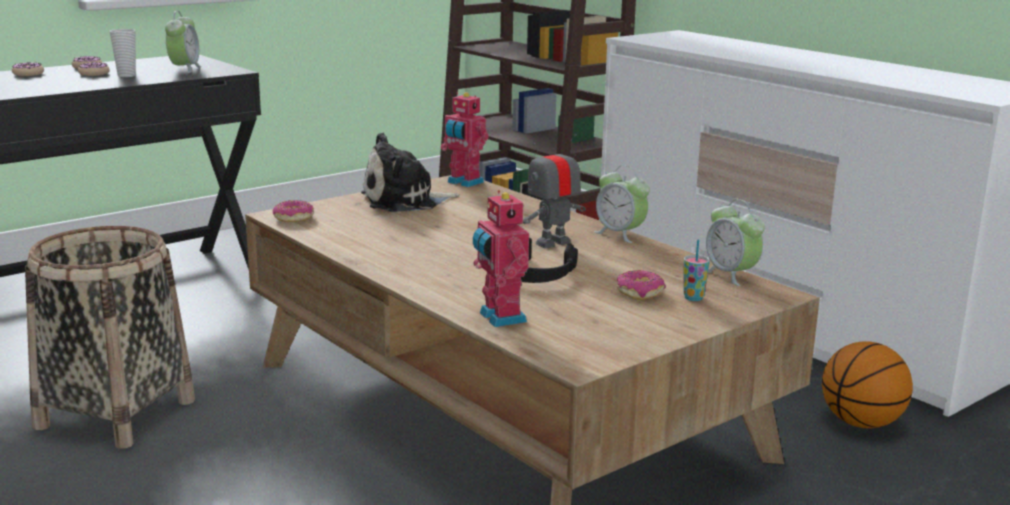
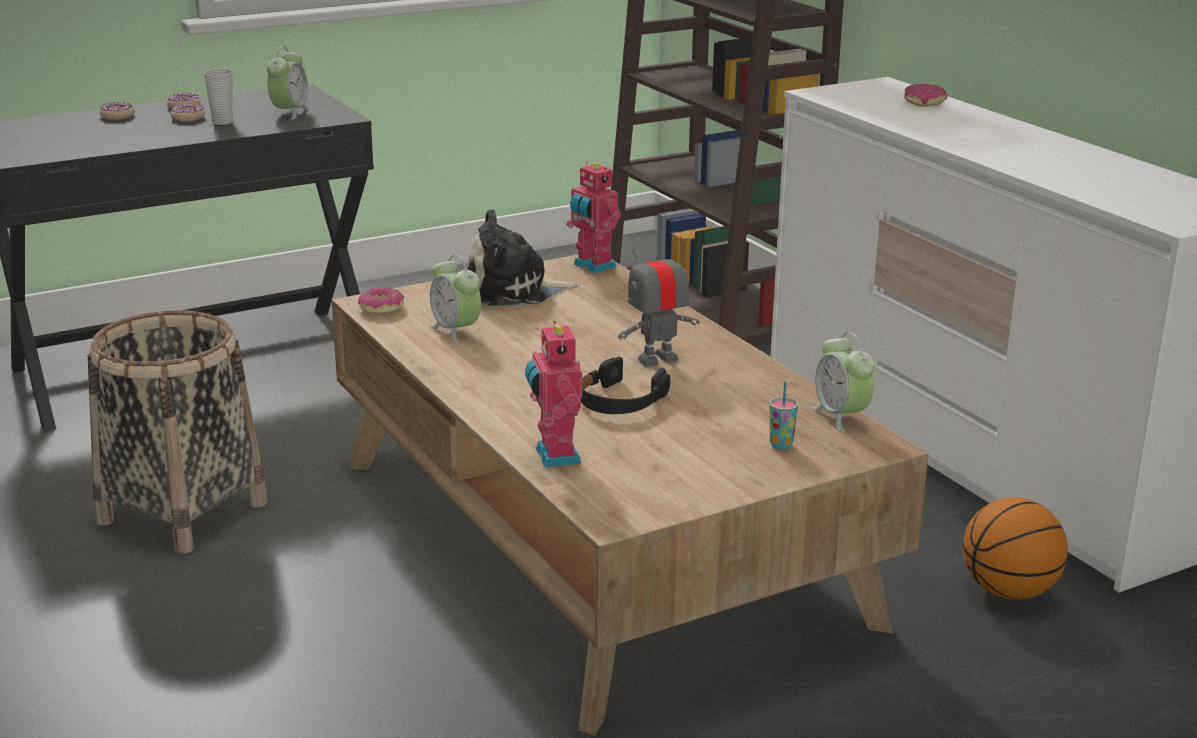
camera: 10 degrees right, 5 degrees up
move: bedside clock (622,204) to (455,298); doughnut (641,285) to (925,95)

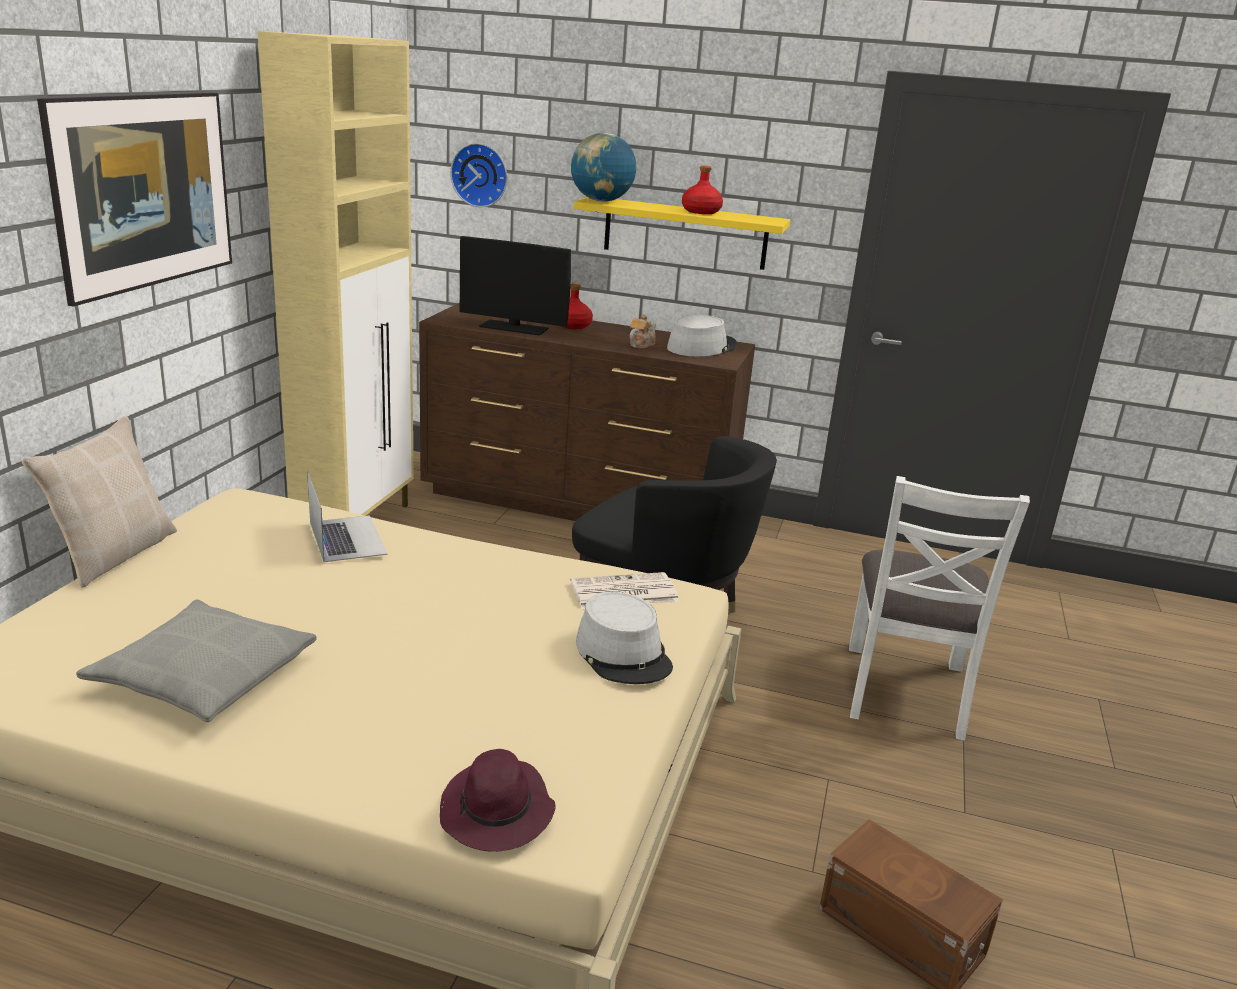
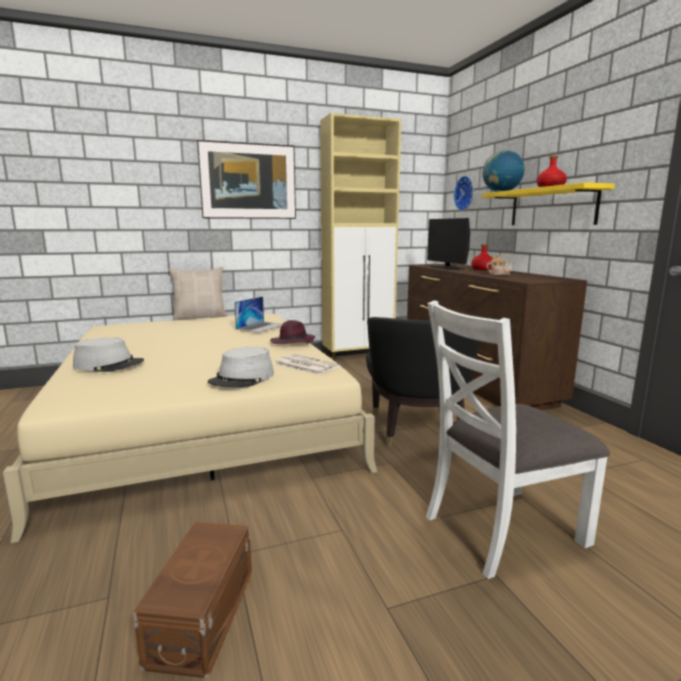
camera: 55 degrees right, 10 degrees down
delete: gray cushion (196,660)
move: gray hat (702,335) to (108,354); purplish hat (497,800) to (292,332)

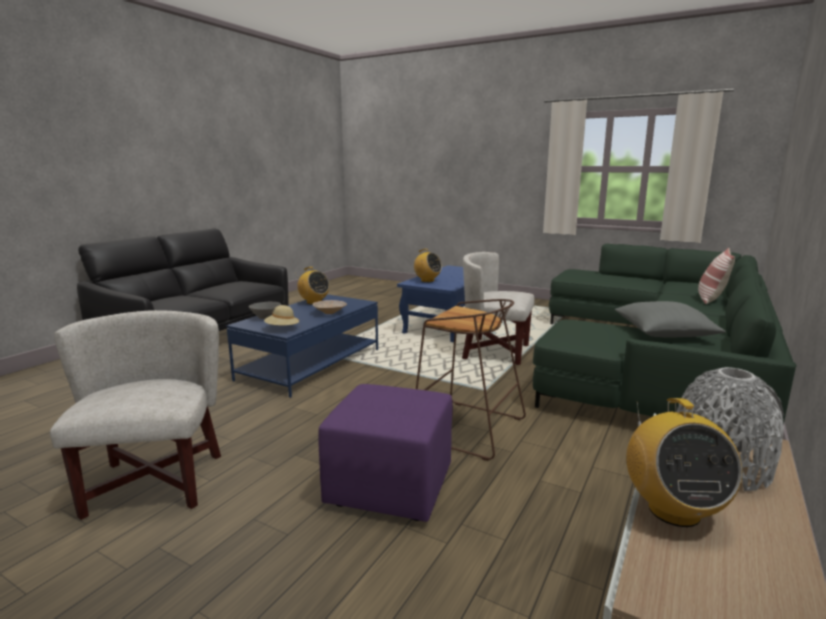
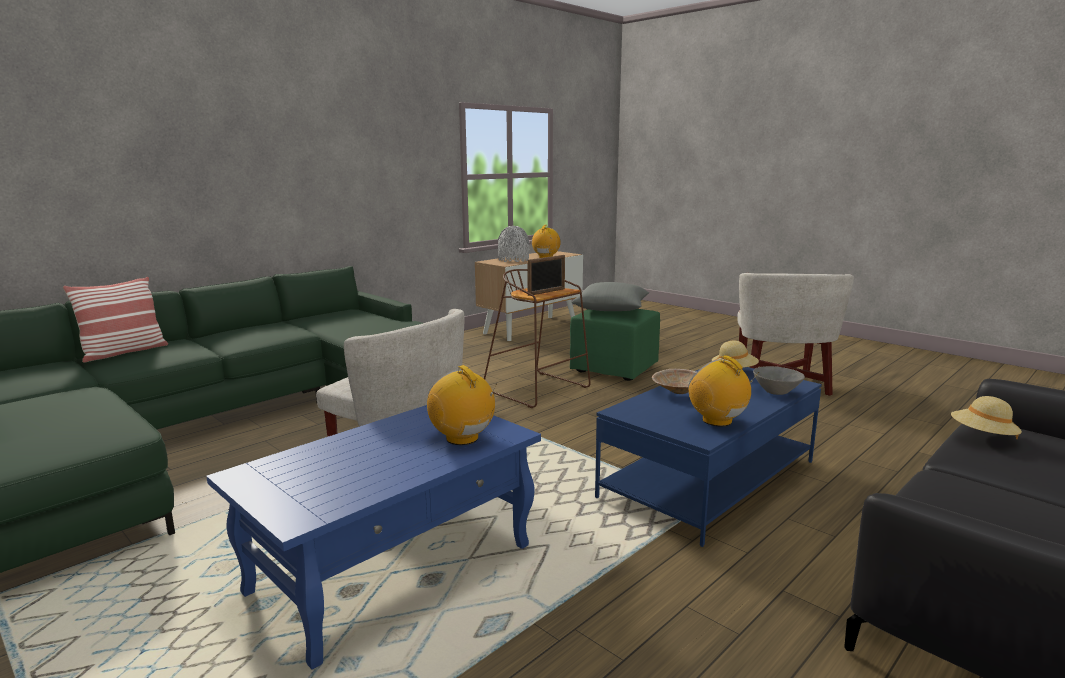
camera: 165 degrees left, 0 degrees up
insert: photo frame (546,275); beige hat (986,417)
move: gray cushion (670,319) to (610,296)
recolor: purplish footrest (385,453) to greenish footrest (615,345)

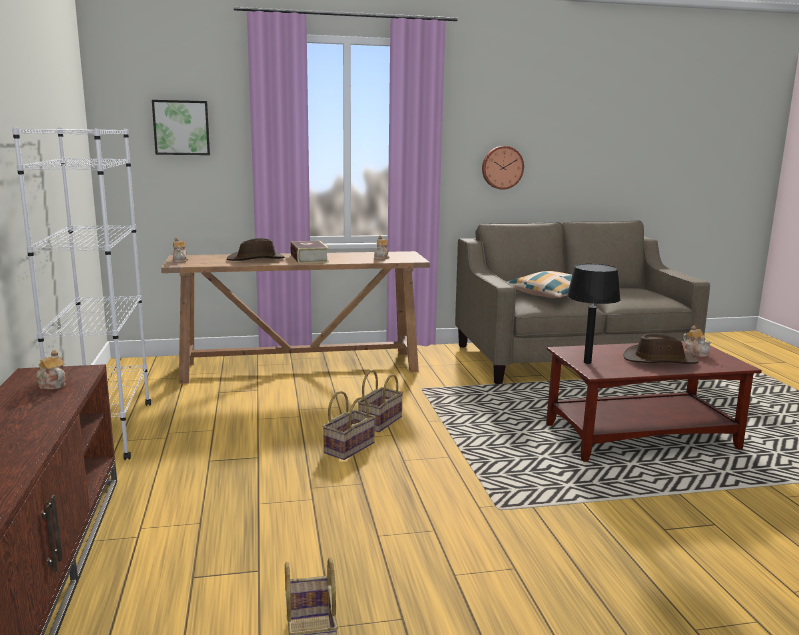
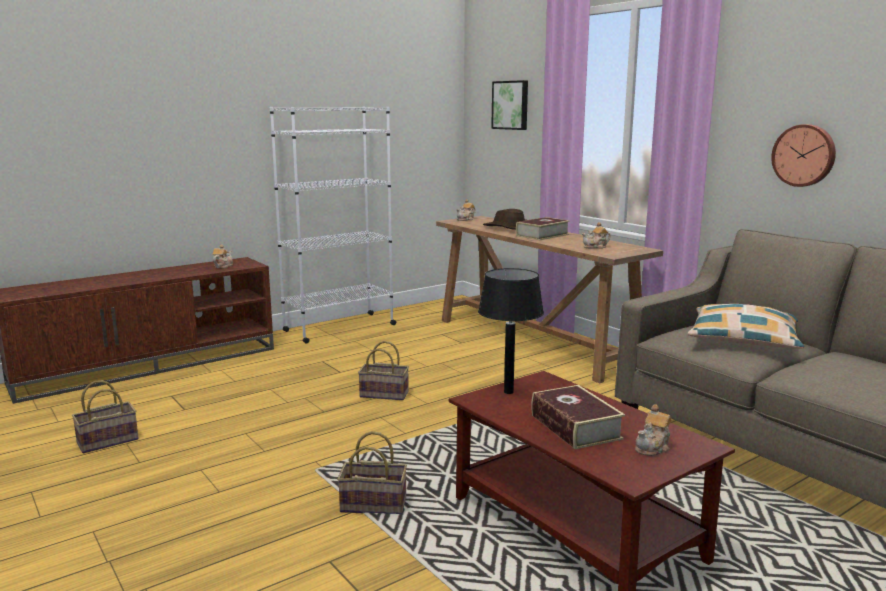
camera: 65 degrees right, 0 degrees up
move: storage basket (380,401) to (372,472)
replace: brown-coloured hat (661,349) to book (578,417)

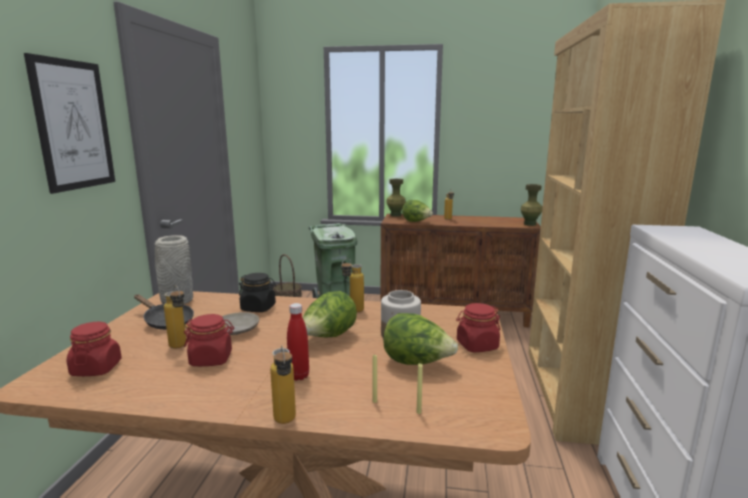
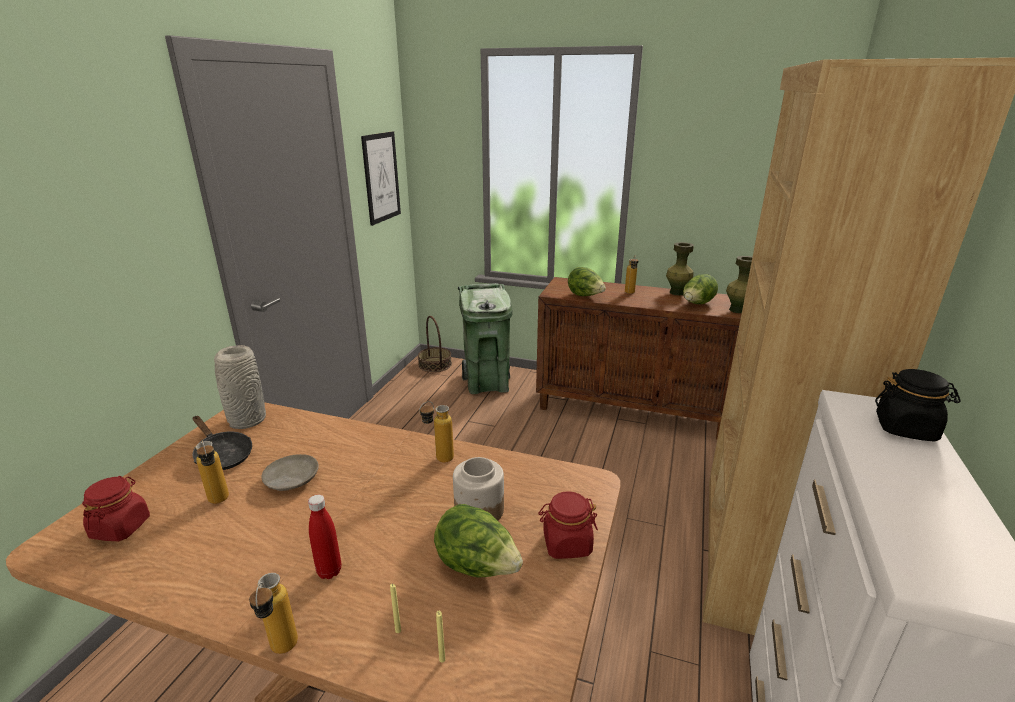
camera: 10 degrees right, 10 degrees up
delete: red-coloured storage jar (209,340)
move: picture (69,123) to (381,178); greenish decorative vase (396,198) to (680,268); black-coloured storage jar (257,292) to (918,405); head of lettuce (330,314) to (700,289)

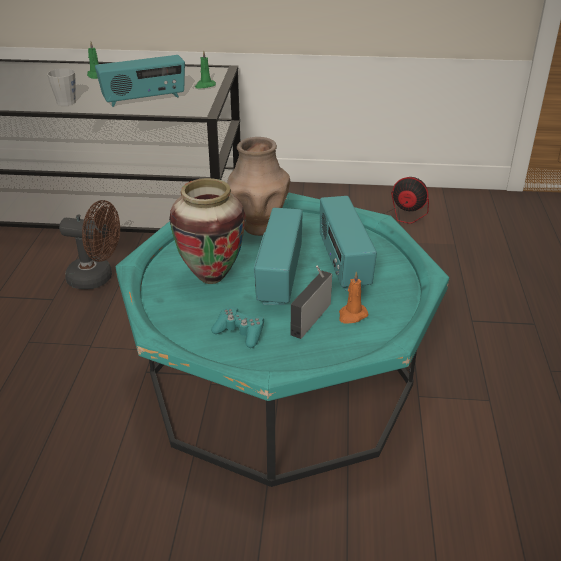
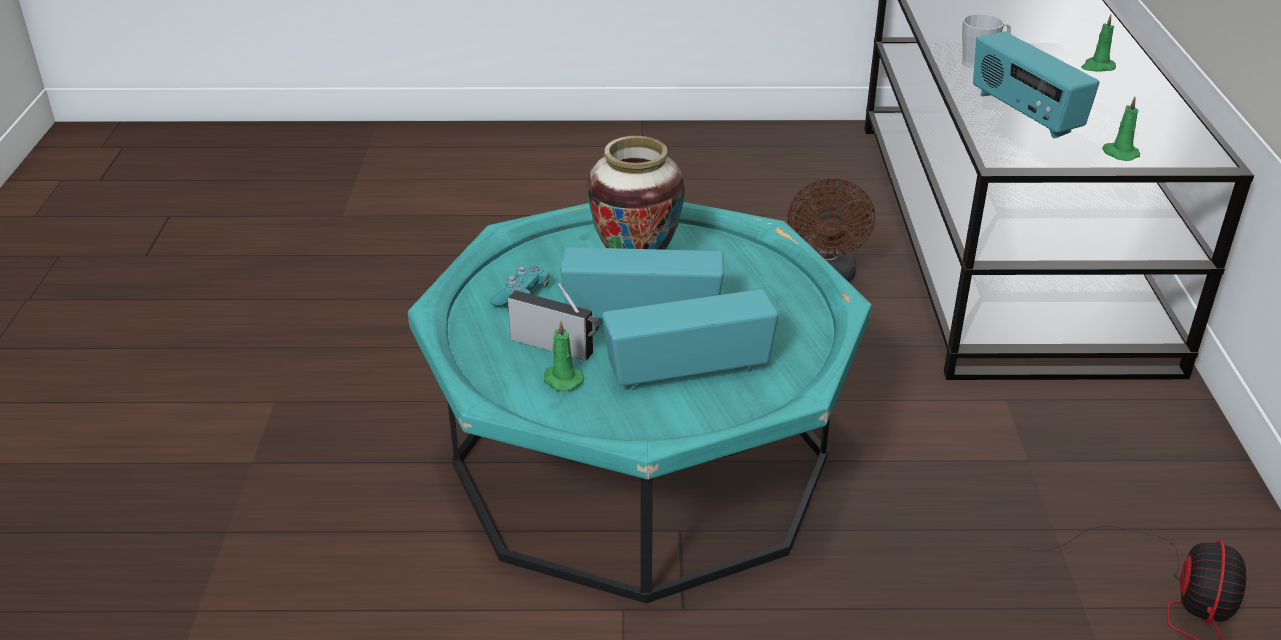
camera: 85 degrees right, 0 degrees up
delete: brown-coloured decorative vase (258,186)
recolor: orange wax candle (354,297) to greenish wax candle (564,355)

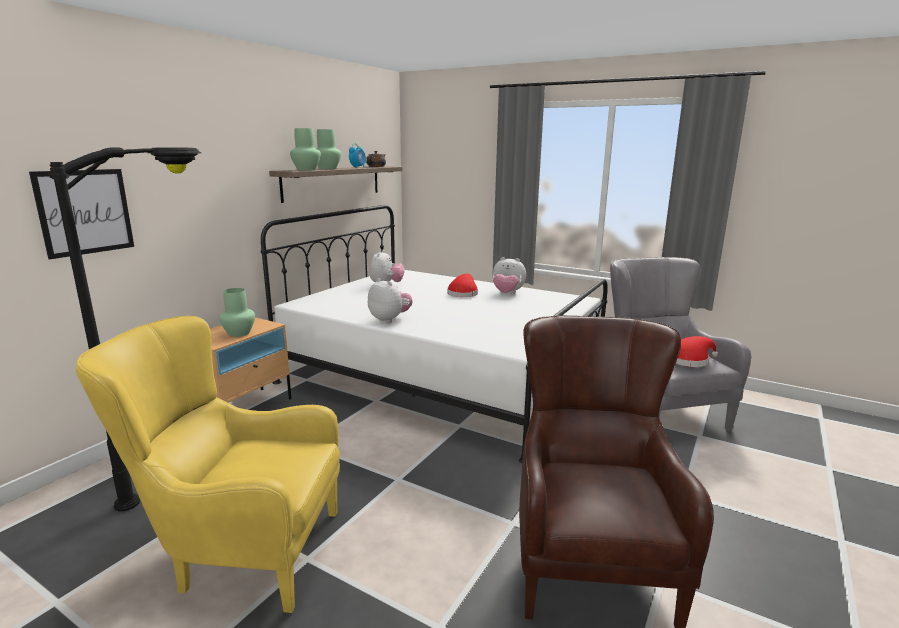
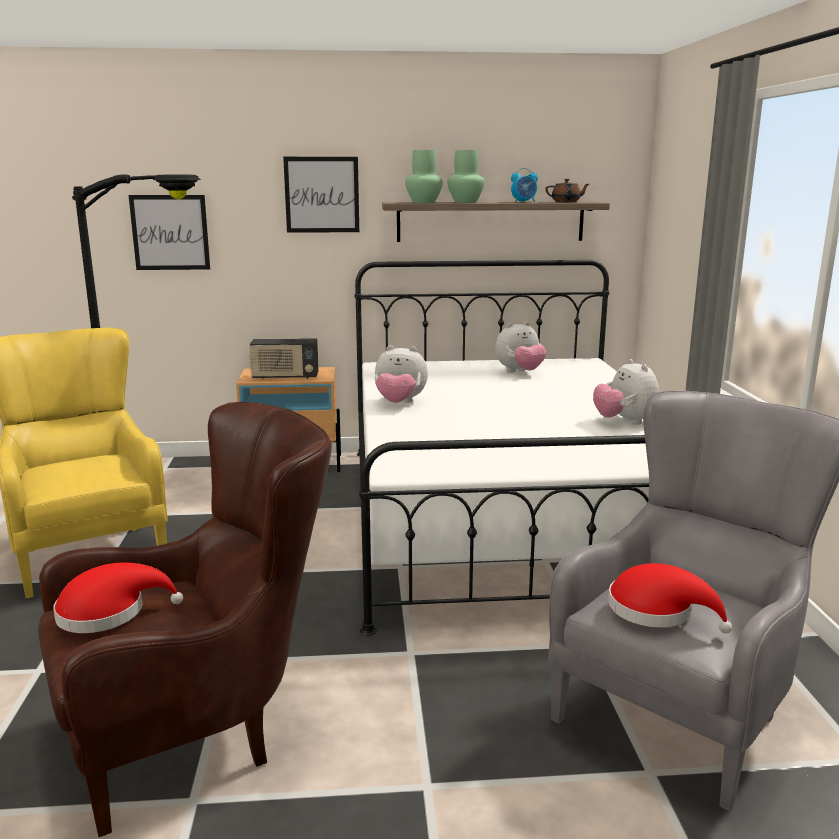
camera: 55 degrees right, 0 degrees up
insert: picture (321,195)
move: red-coloured hat (462,285) to (118,598)
replace: greenish decorative vase (237,312) to radio set (284,359)
rotate: plush toy (390,300) = (401,374) 90 degrees clockwise

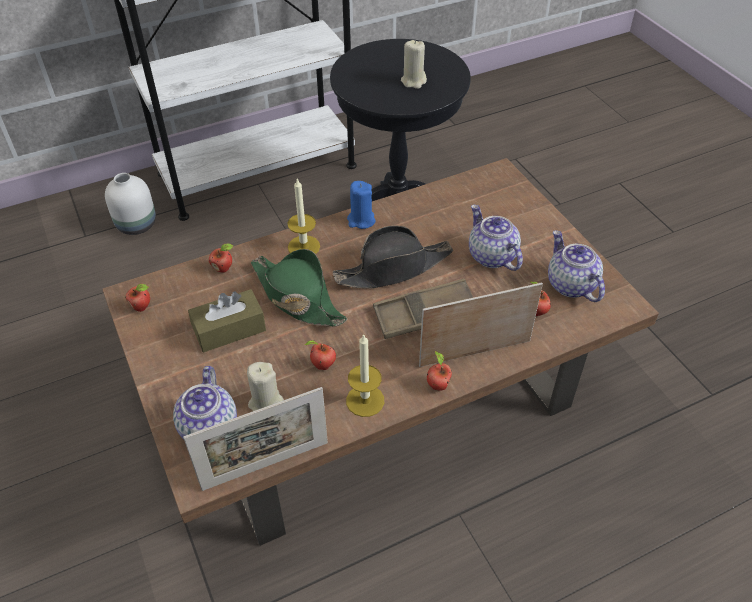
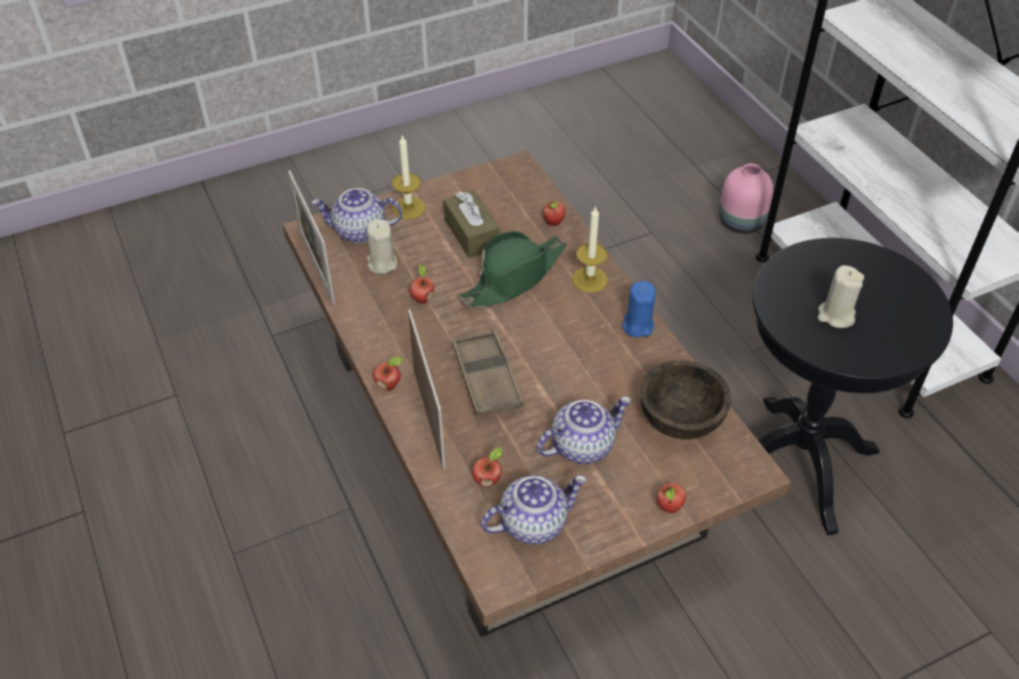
camera: 90 degrees right, 0 degrees up
delete: black-coloured hat (393,257)
insert: brown-coloured bowl (685,399)
move: apple fruit (137,298) to (671,498); wax candle (365,375) to (408,177)
recolor: whitish decorative vase (130,204) to pink-coloured decorative vase (746,198)

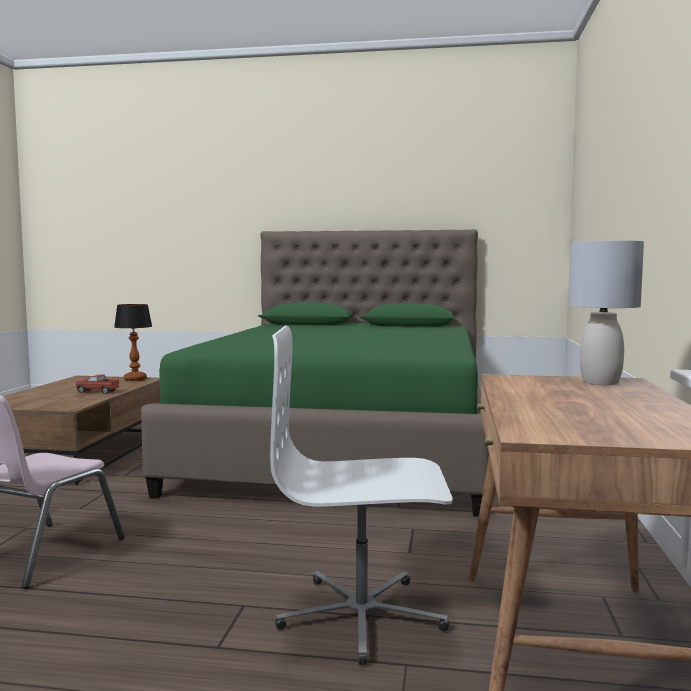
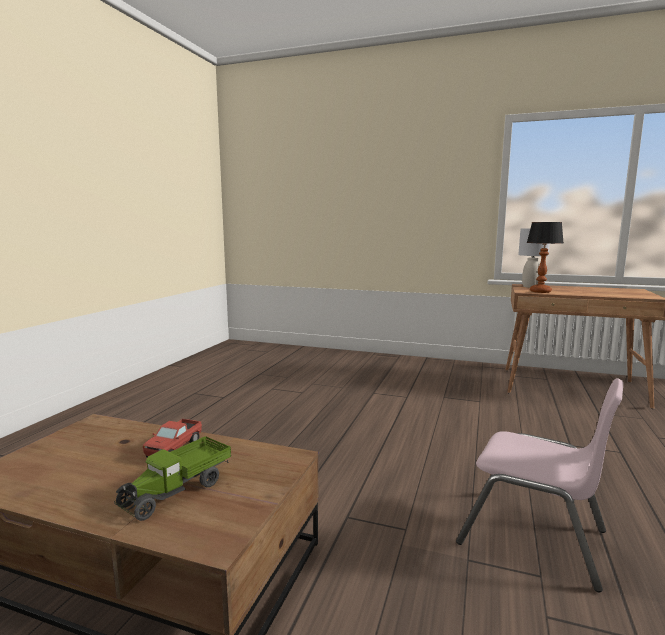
camera: 80 degrees left, 5 degrees up
delete: greenish bed (315,373); whitish office chair (361,495)
insert: toy lorry (172,478)
move: tabletop lamp (133,342) to (545,257)

